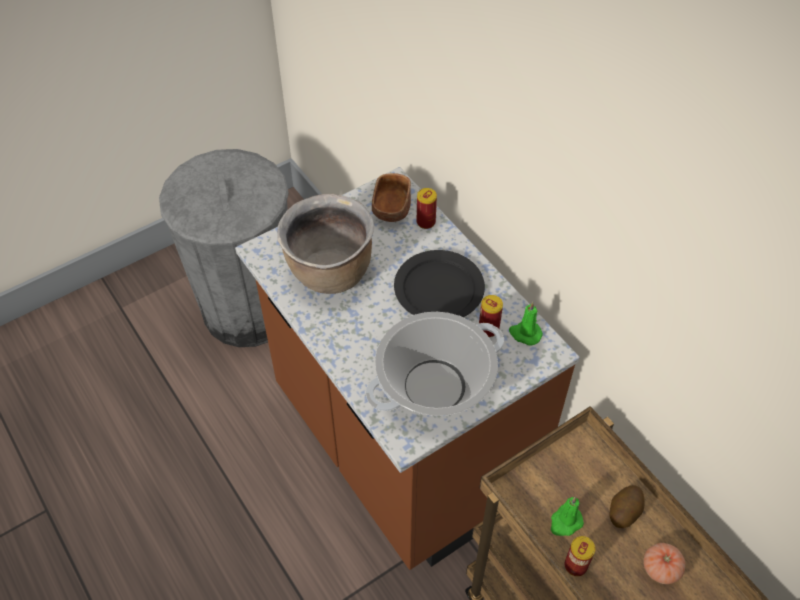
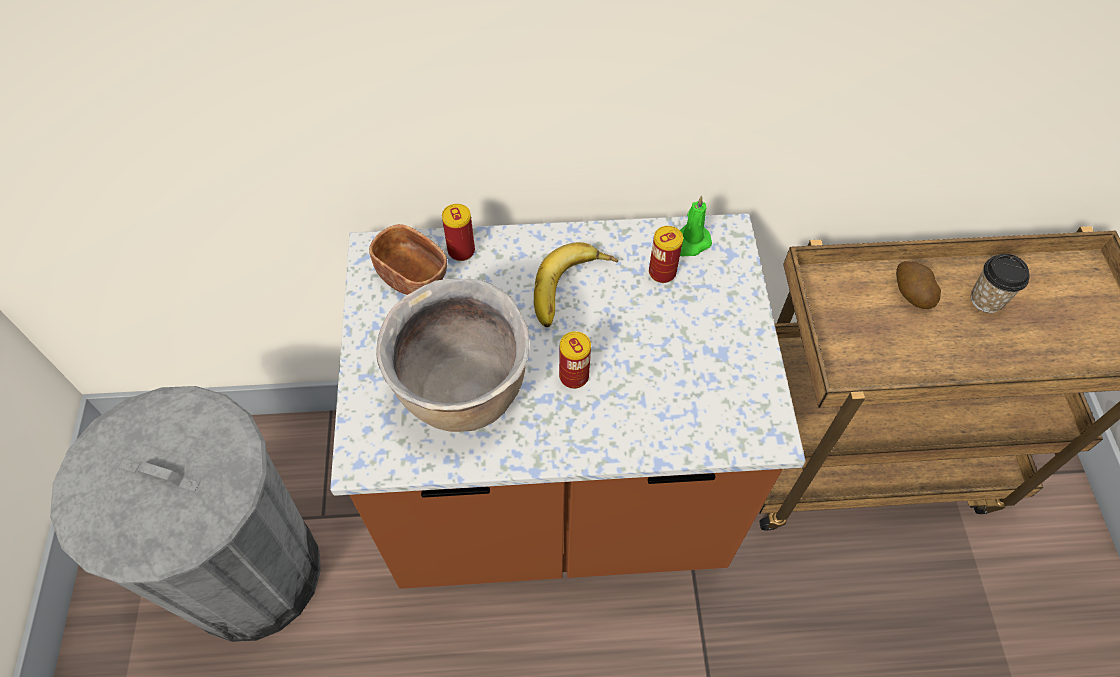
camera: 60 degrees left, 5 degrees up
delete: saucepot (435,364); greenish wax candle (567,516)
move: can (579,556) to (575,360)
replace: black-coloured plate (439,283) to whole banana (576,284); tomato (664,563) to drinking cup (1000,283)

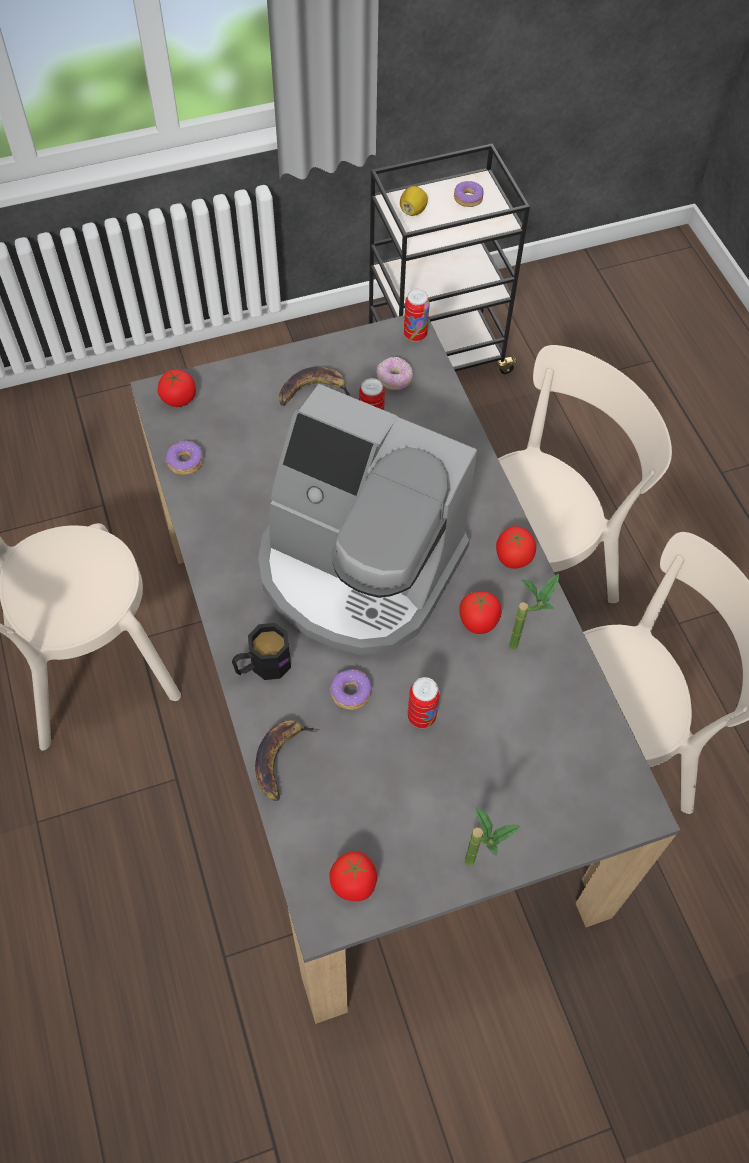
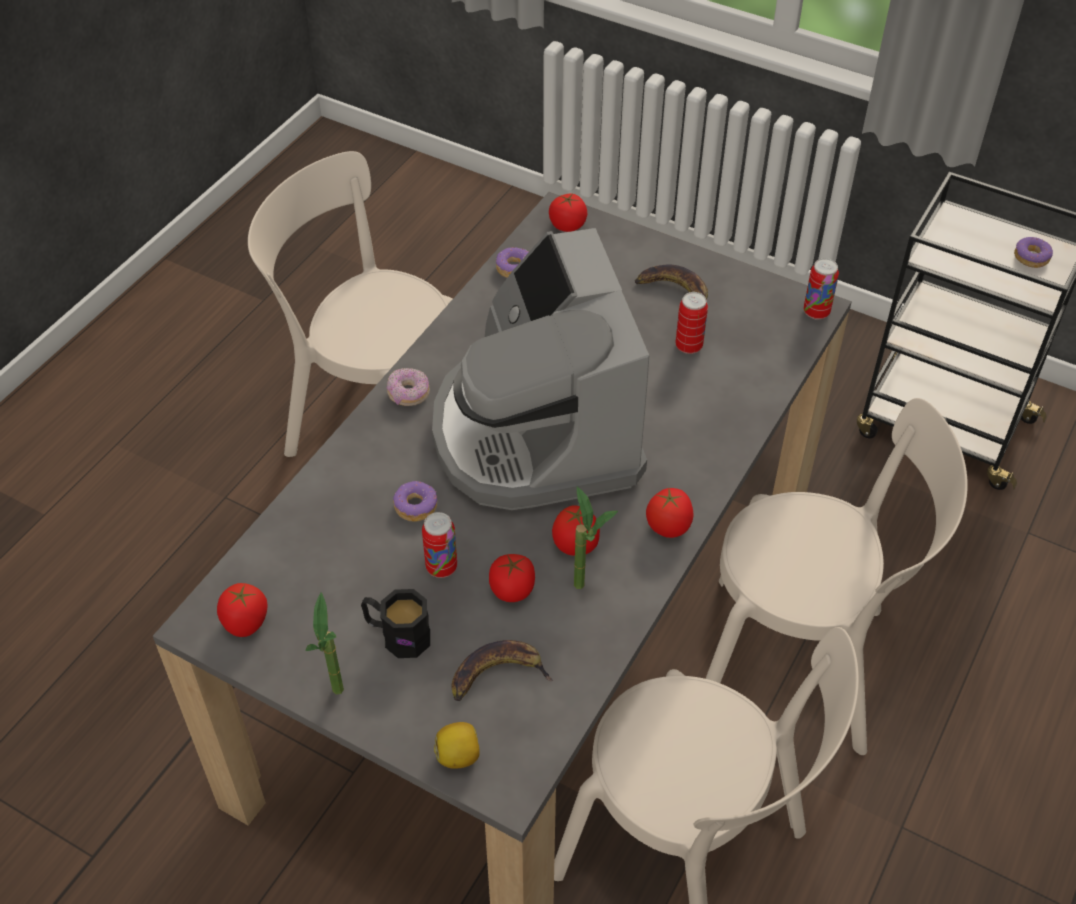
camera: 50 degrees right, 10 degrees down
insert: tomato (512,578)
move: lemon (414,201) to (457,745); doughnut (394,373) to (408,387); black-coloured coffee mug (261,651) to (395,623); whole banana (287,760) to (502,670)

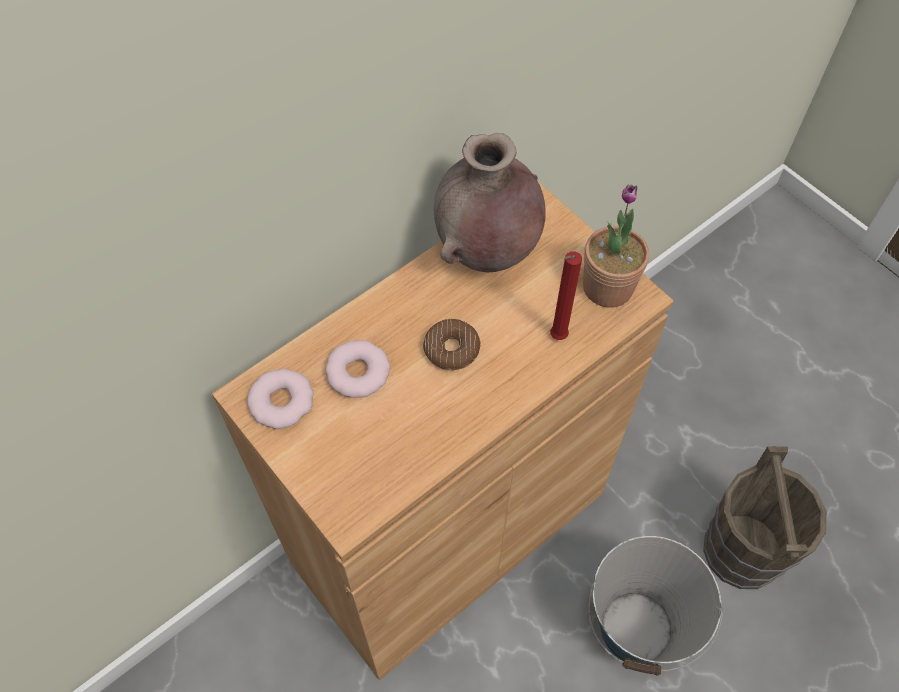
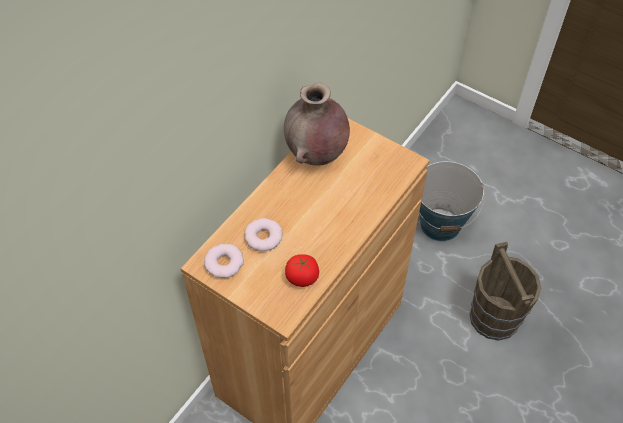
camera: 15 degrees left, 5 degrees down
delete: plant in a pot (616,246); red-coloured wax candle (566,295); doughnut (452,344)
insert: tomato (302,270)
move: pail (655,606) to (452,201)

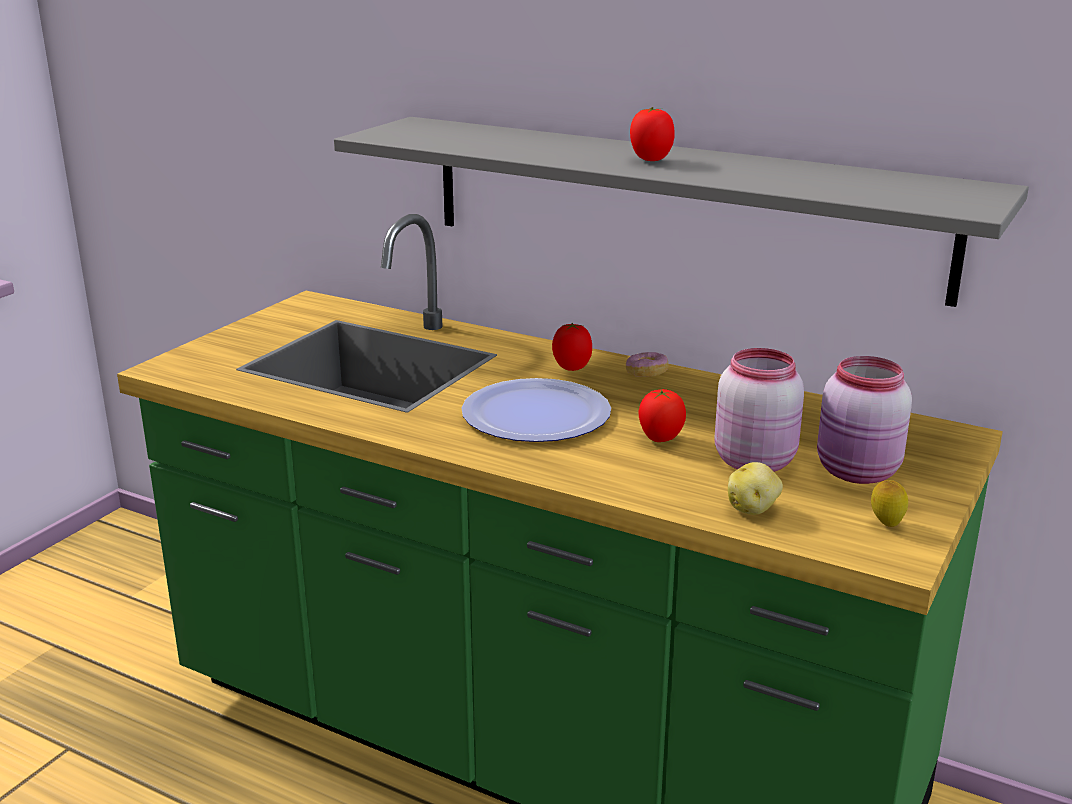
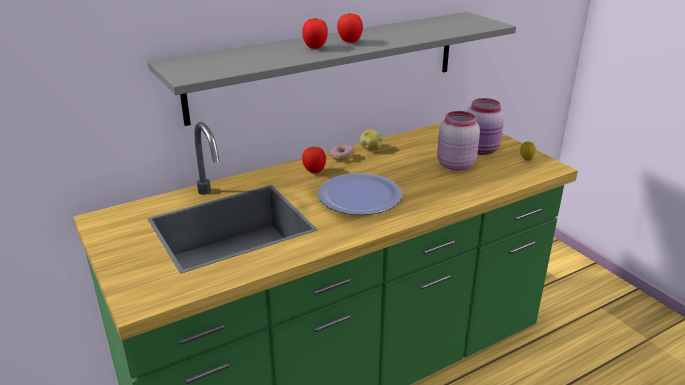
camera: 60 degrees left, 5 degrees up
move: tomato (662,415) to (315,33); spud (755,488) to (371,140)

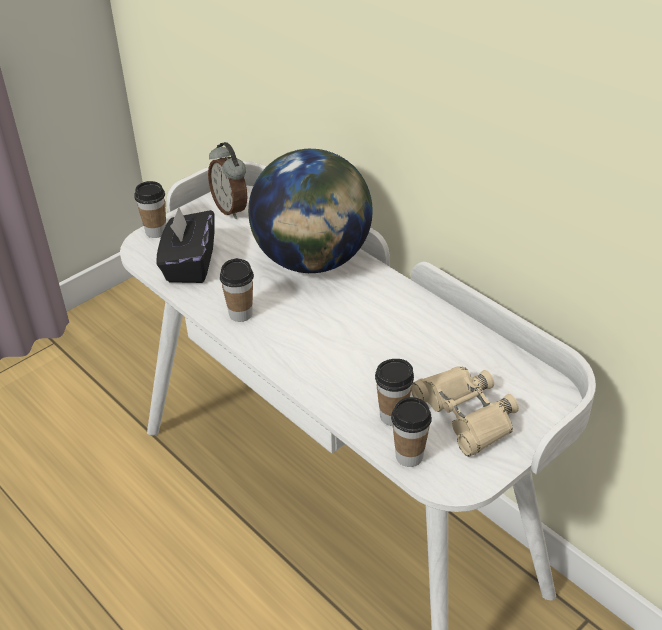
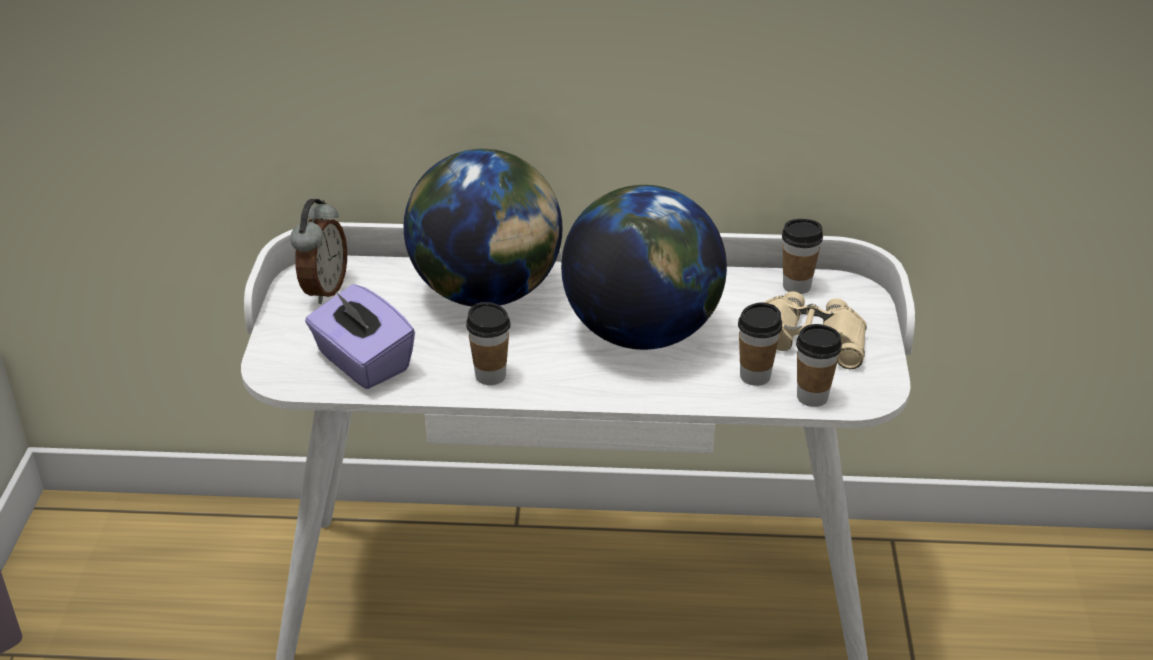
camera: 45 degrees left, 5 degrees down
insert: world globe (644,267)
move: drinking cup (150,209) to (802,256)
recolor: black-coloured box of tissues (185,244) to purplish box of tissues (360,336)
rotate: bedside clock (227,180) = (318,251) 90 degrees counterclockwise

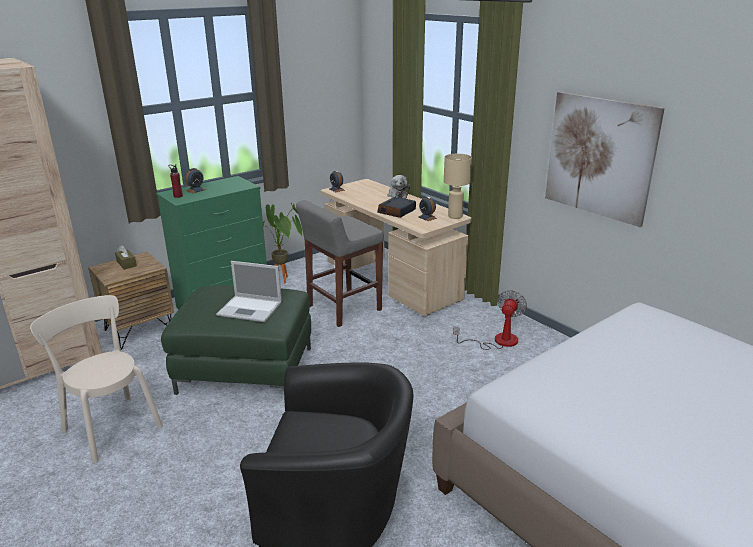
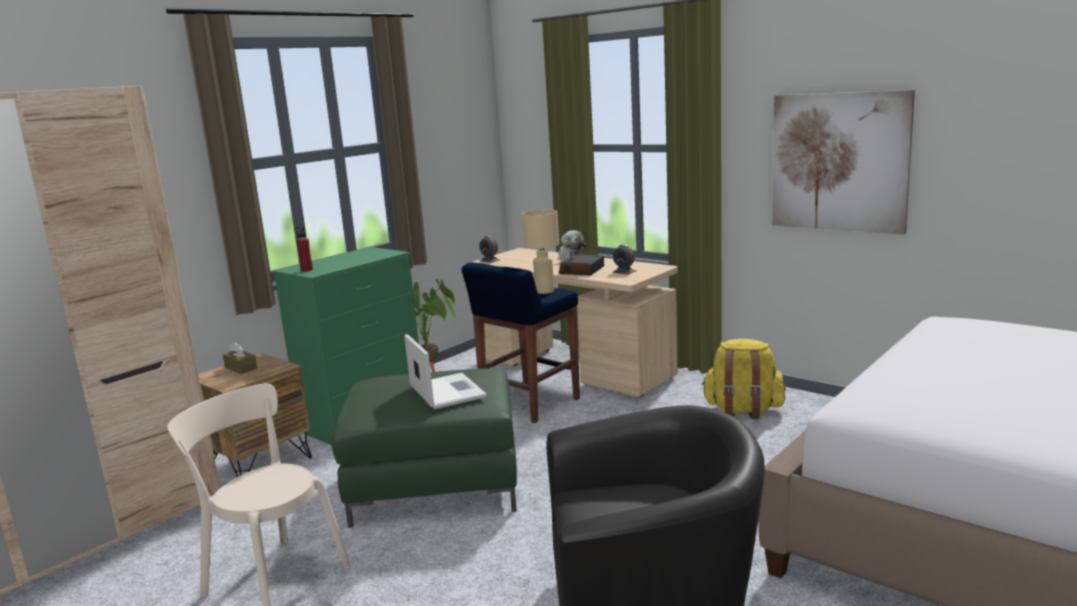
camera: 10 degrees left, 10 degrees down
delete: bedside clock (195,180)
move: beige tabletop lamp (458,186) to (540,251)
replace: fan (490,320) to yellow rucksack (743,379)
recolor: gray sitting stool (340,263) to bluish sitting stool (521,342)
rotate: portable computer (249,291) = (445,371) 120 degrees counterclockwise

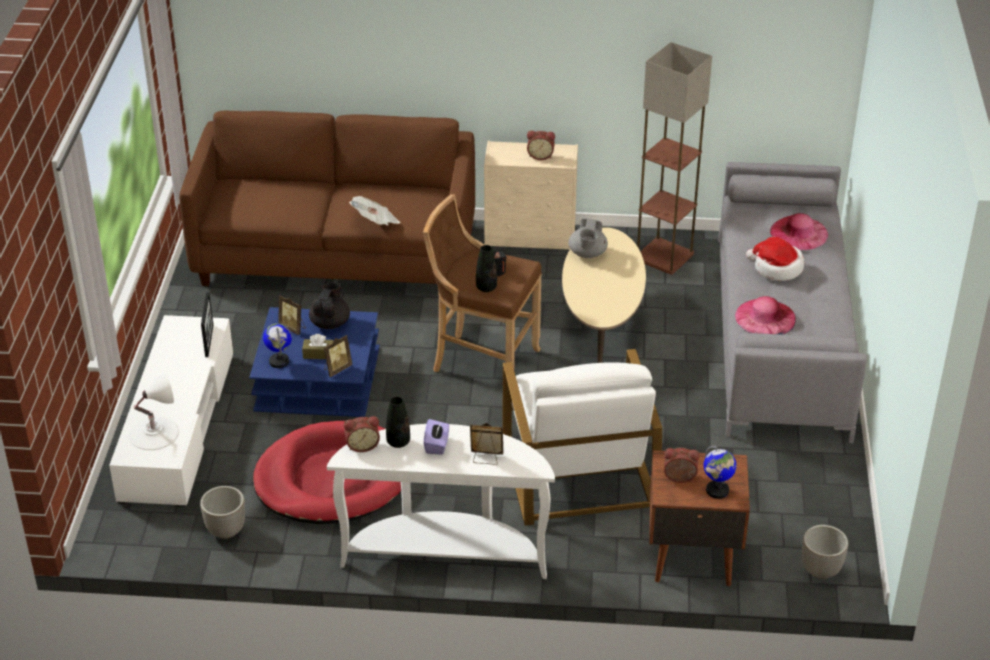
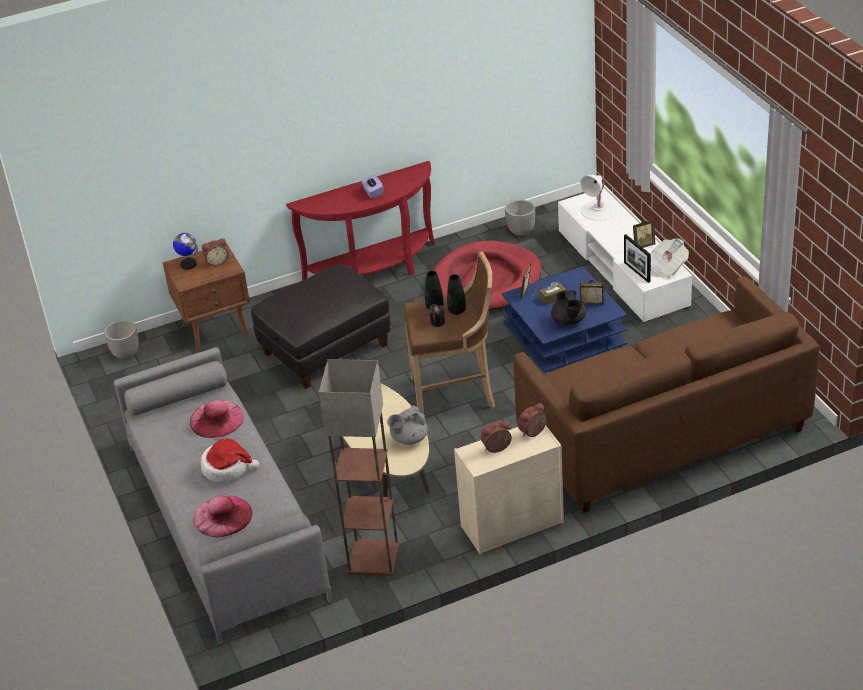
camera: 155 degrees right, 0 degrees up
delete: world globe (277,345)
move: newspaper (375,210) to (670,258); black-coloured decorative vase (398,422) to (456,294); bedside clock (362,434) to (532,420); photo frame (486,444) to (644,233)
replace: whitish lounge chair (582,437) to black-coloured footrest (320,326)
recolor: whitish hall table (441,501) to red-coloured hall table (360,221)
rotate: gray tea pot (588,238) = (407,425) 105 degrees counterclockwise

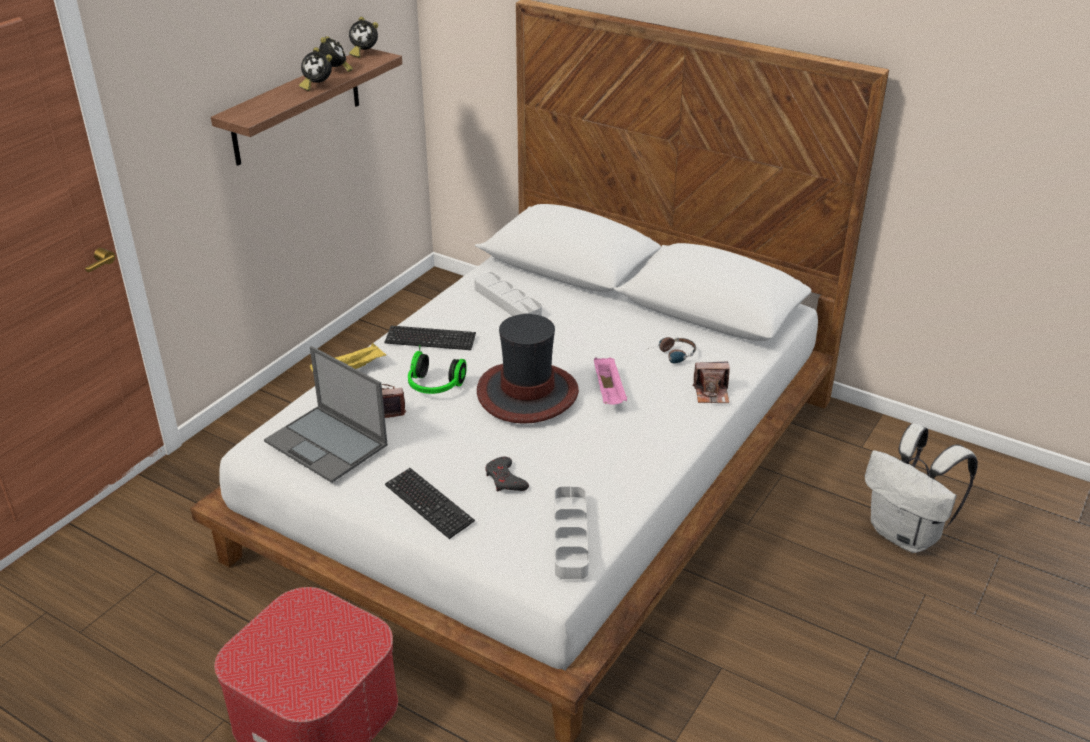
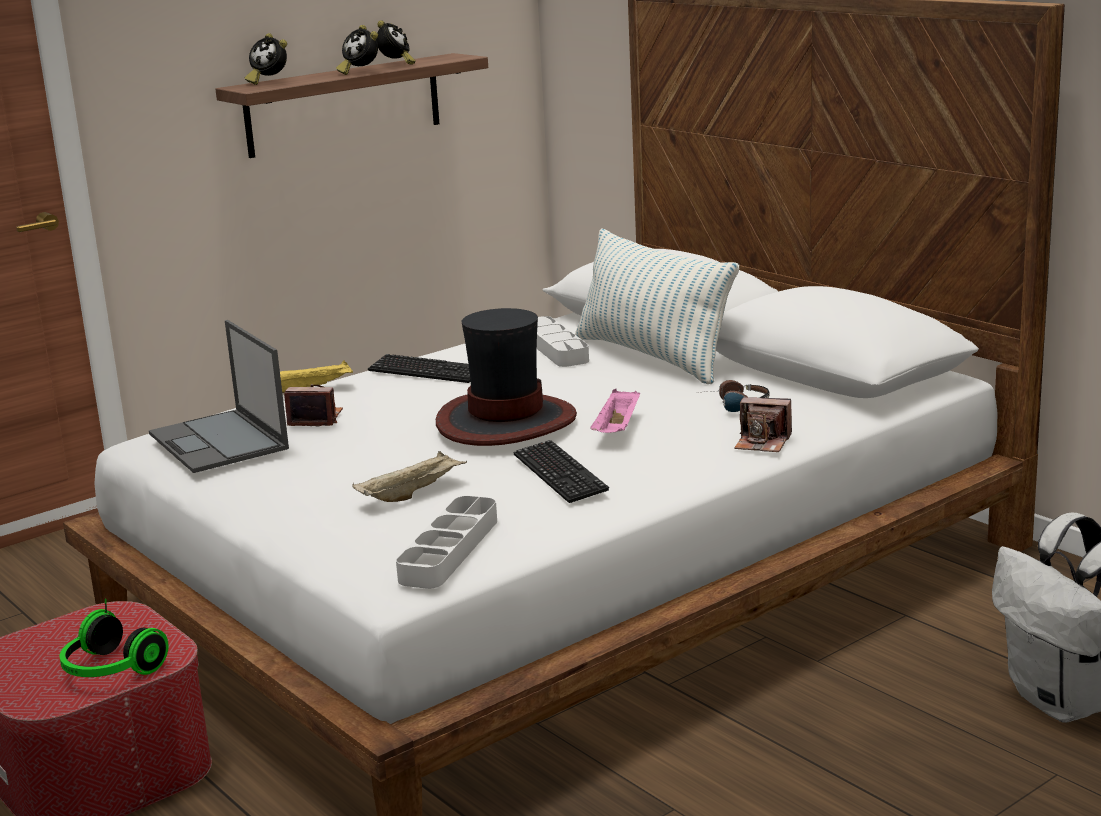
camera: 20 degrees right, 15 degrees down
insert: cushion (657,306)
move: bedside clock (363,37) to (266,59); headset (437,369) to (114,638); keyboard (430,503) to (561,471)
replace: gray game controller (507,474) to beige tray (409,476)

